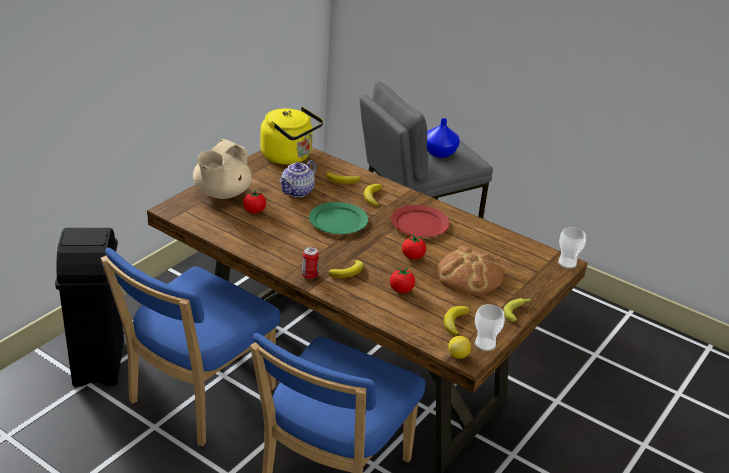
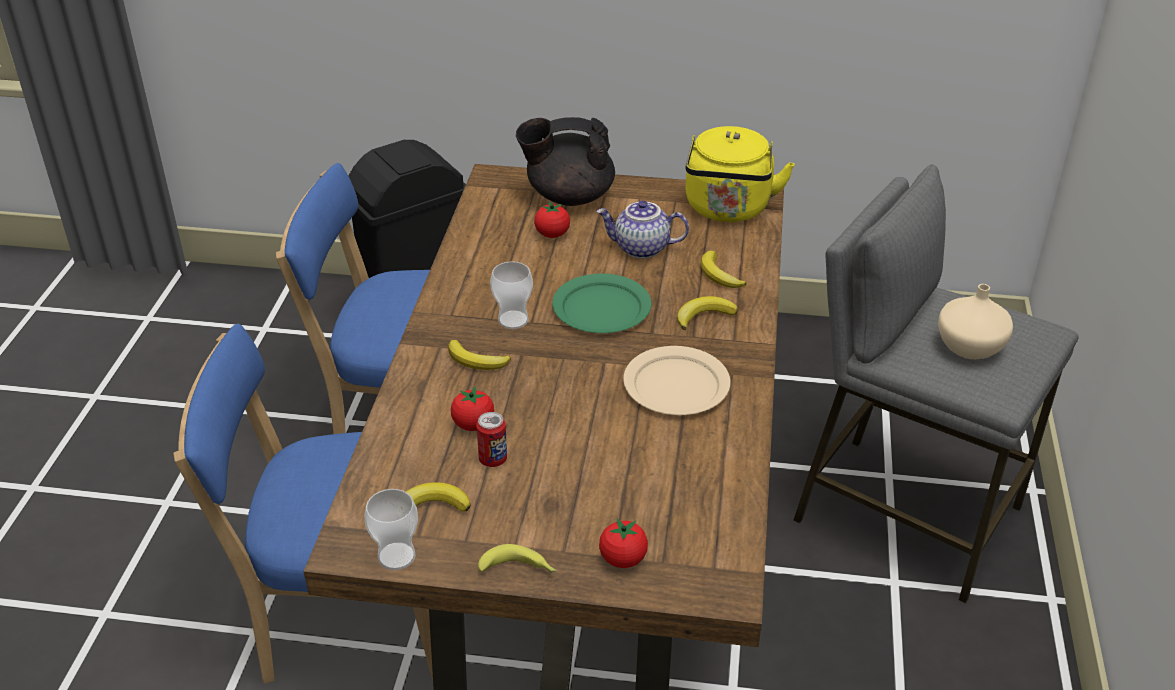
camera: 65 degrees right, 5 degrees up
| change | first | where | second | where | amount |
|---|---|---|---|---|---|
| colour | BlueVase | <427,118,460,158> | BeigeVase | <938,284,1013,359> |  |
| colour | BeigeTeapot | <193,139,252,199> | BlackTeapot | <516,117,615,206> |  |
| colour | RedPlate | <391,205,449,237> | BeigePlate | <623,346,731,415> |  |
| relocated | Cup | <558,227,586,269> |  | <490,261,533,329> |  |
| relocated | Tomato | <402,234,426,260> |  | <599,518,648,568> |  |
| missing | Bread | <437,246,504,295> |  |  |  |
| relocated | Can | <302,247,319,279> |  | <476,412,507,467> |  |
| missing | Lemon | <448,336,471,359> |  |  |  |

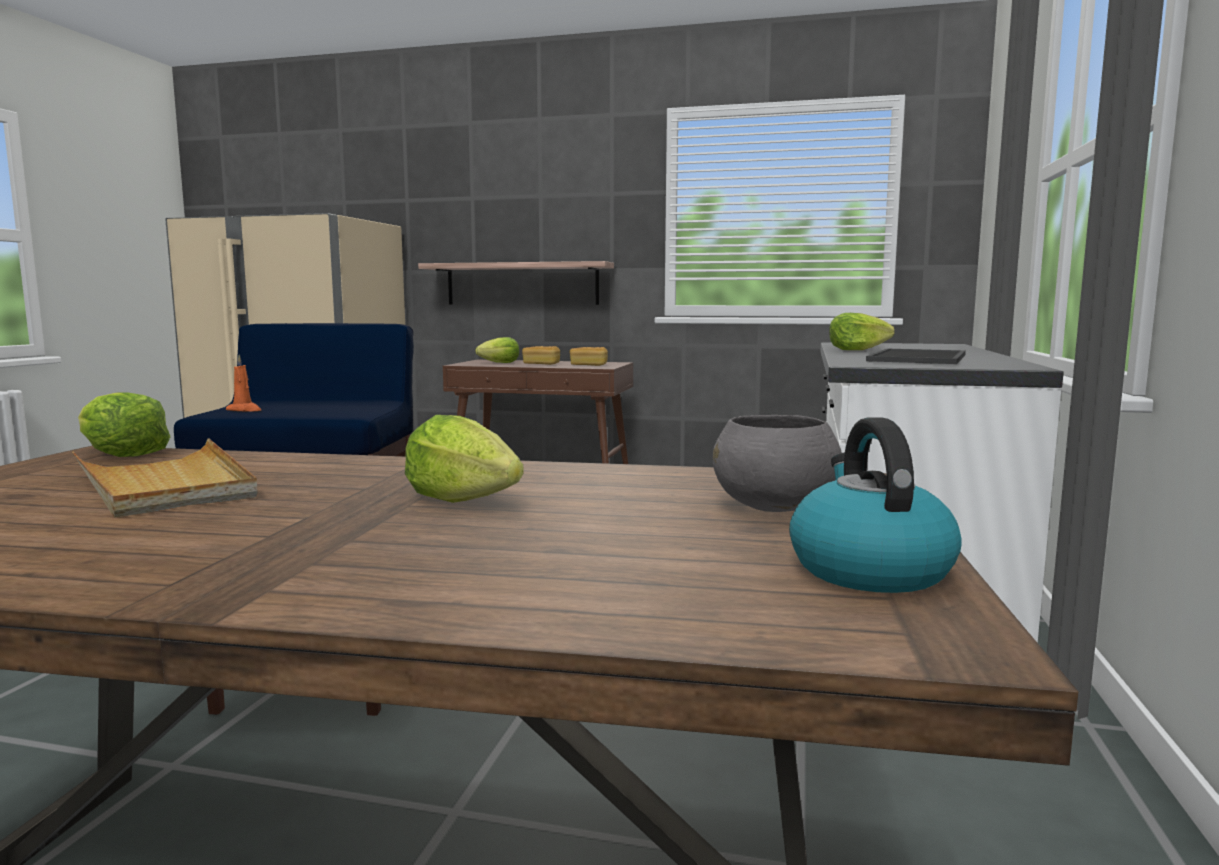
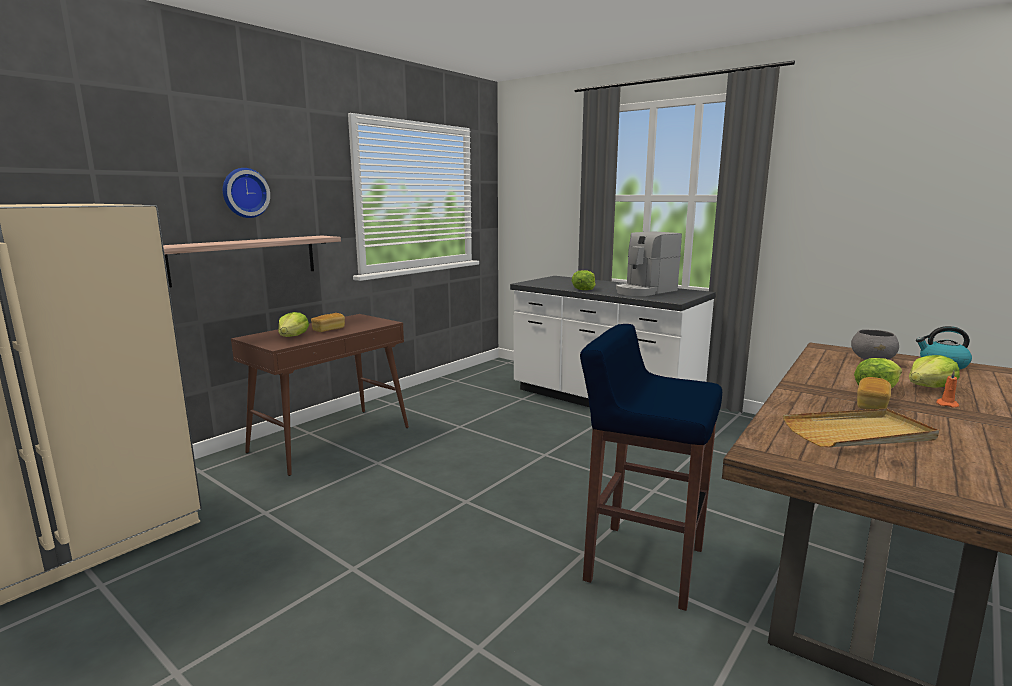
camera: 65 degrees left, 5 degrees up
| change | first | where | second | where | amount |
|---|---|---|---|---|---|
| relocated | Bread | <570,347,608,366> |  | <857,377,891,410> |  |
| exchanged | Tray | <866,349,966,364> | CoffeeMachine | <616,231,682,296> |  |
| relocated | OrangeCandle | <226,354,261,412> |  | <936,371,959,408> |  |
| relocated | Lettuce | <78,392,170,457> |  | <909,355,960,388> |  |
| appeared |  |  | WallClock | <223,168,270,218> |  |

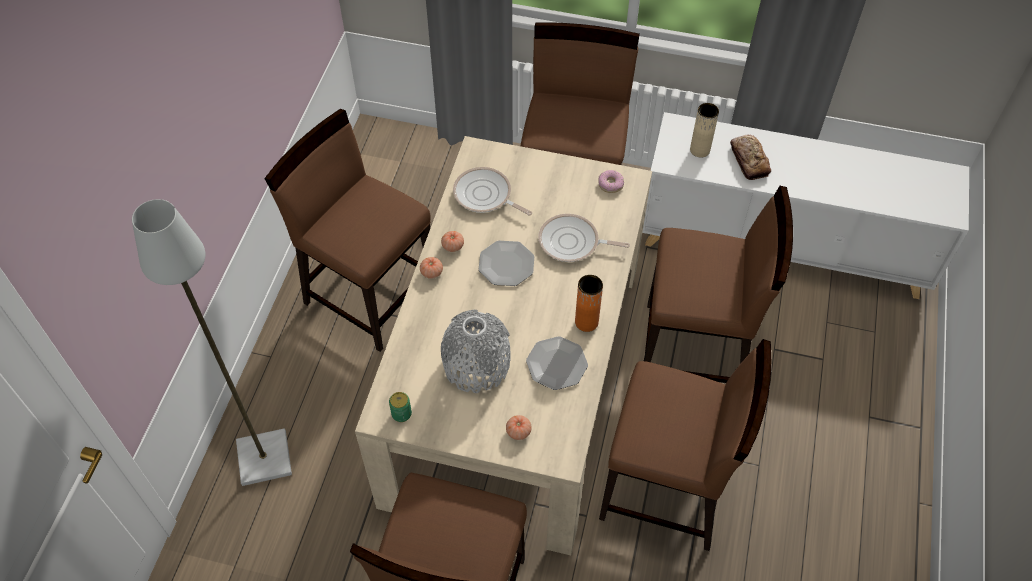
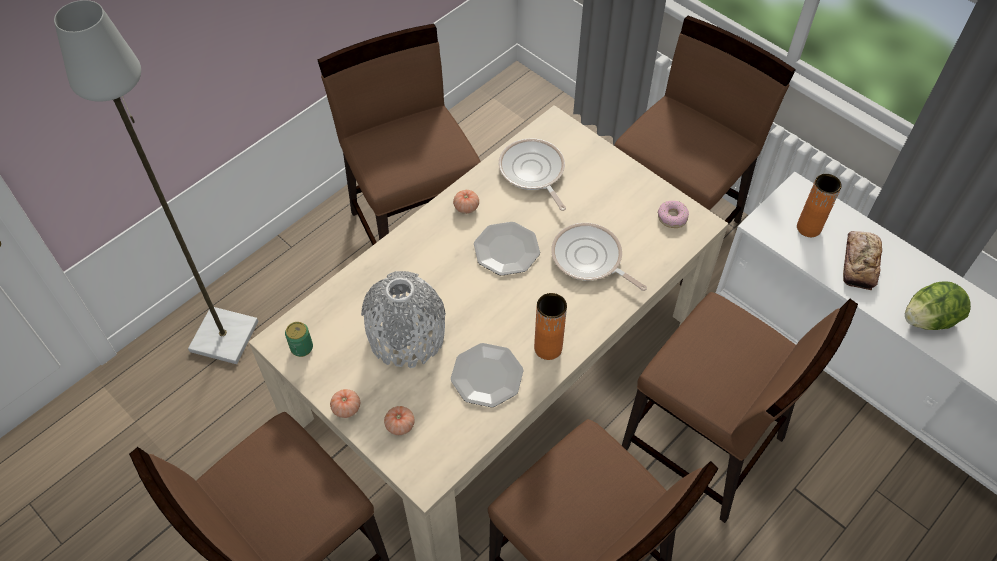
camera: 30 degrees right, 0 degrees up
| change | first | where | second | where | amount |
|---|---|---|---|---|---|
| colour | BeigeVase | <690,103,719,158> | OrangeVase | <797,174,842,237> |  |
| relocated | Tomato | <420,257,443,279> |  | <330,389,360,418> |  |
| appeared |  |  | Lettuce | <905,281,971,330> |  |

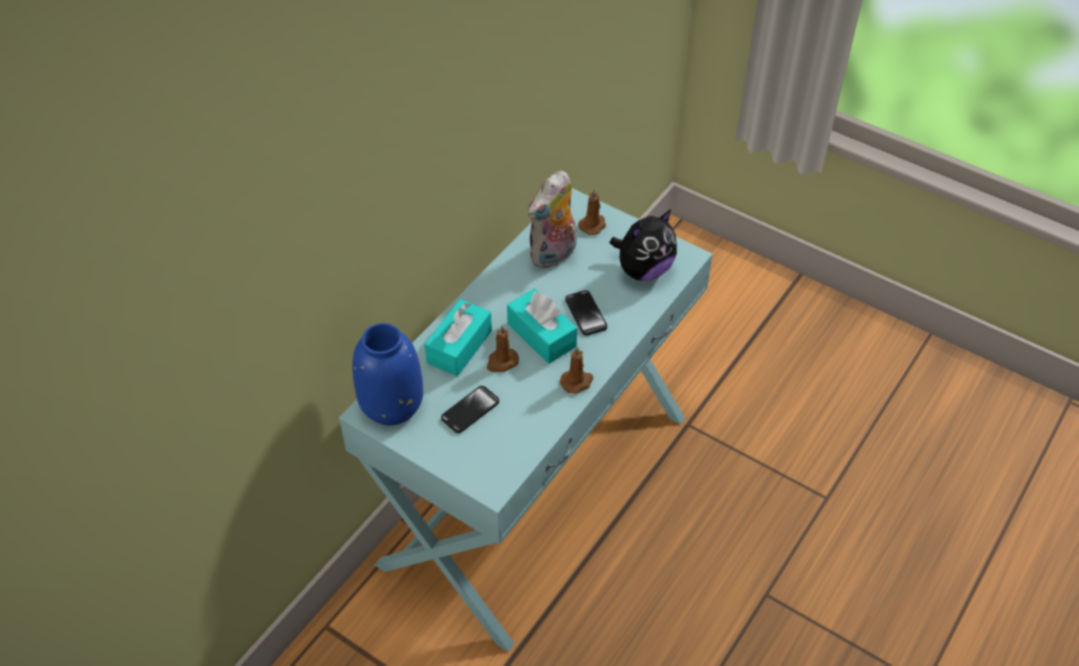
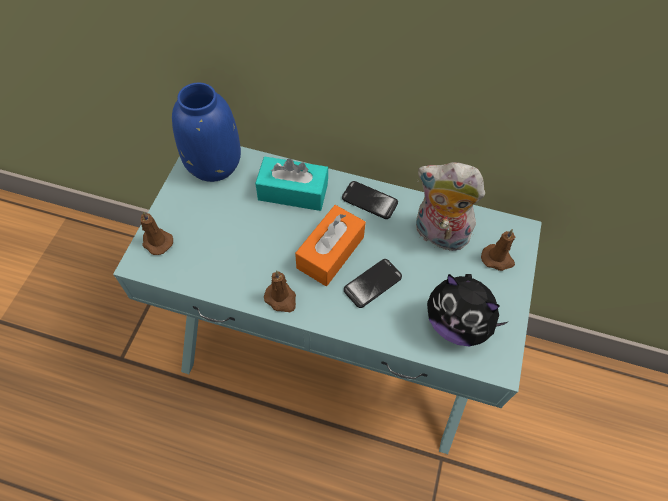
camera: 70 degrees right, 10 degrees up
| change | first | where | second | where | amount |
|---|---|---|---|---|---|
| colour | TurquoiseTissueBox | <507,288,577,364> | OrangeTissueBox | <295,205,366,286> |  |
| relocated | BrownCandle | <487,325,519,372> |  | <141,211,173,255> |  |
| relocated | Phone | <441,386,499,433> |  | <342,181,398,219> |  |

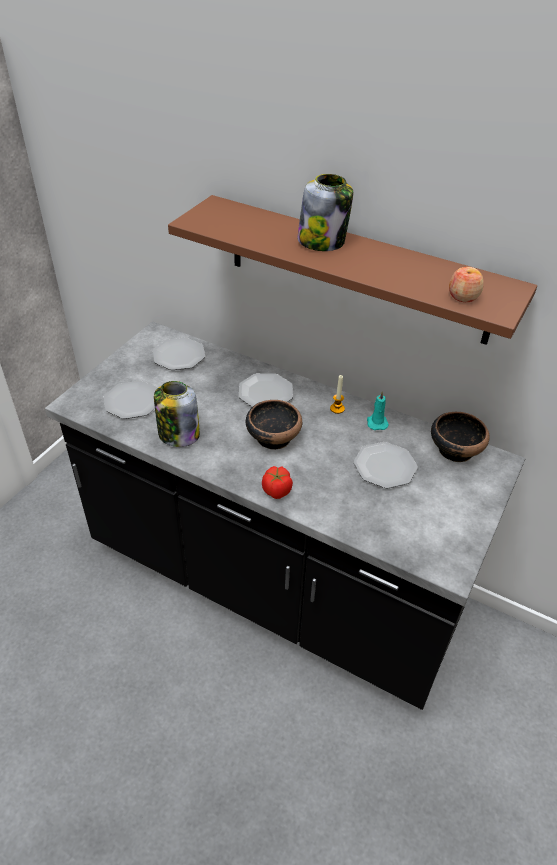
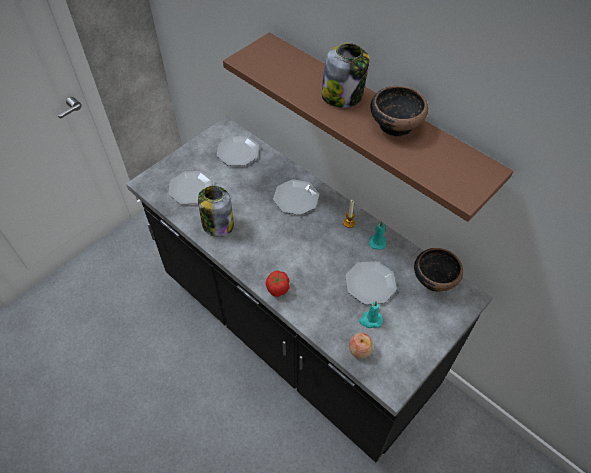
camera: 15 degrees right, 10 degrees up
| change | first | where | second | where | amount |
|---|---|---|---|---|---|
| relocated | Apple | <449,267,484,302> |  | <349,333,374,359> |  |
| relocated | Bowl | <246,400,302,450> |  | <370,86,428,137> |  |
| appeared |  |  | TurquoiseCandle | <359,301,383,328> |  |

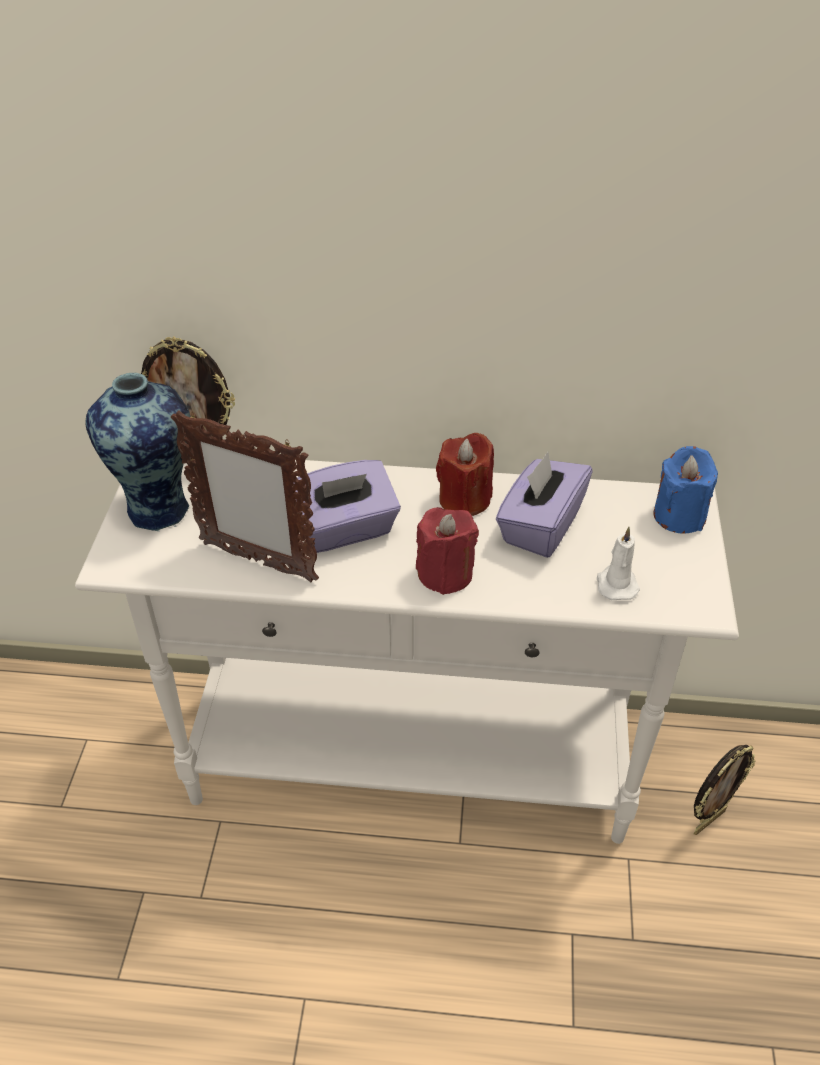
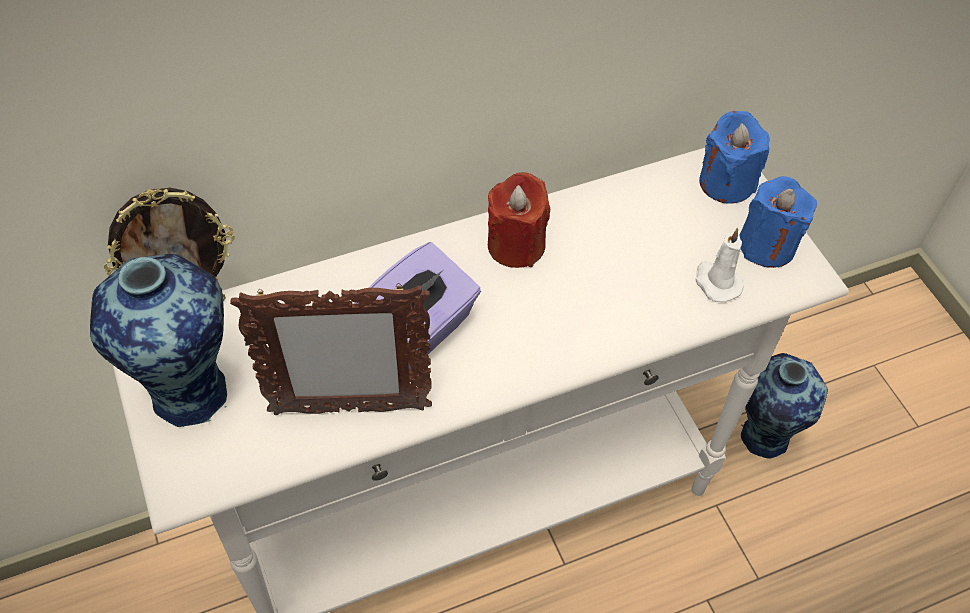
camera: 30 degrees left, 10 degrees up
| change | first | where | second | where | amount |
|---|---|---|---|---|---|
| missing | PurpleTissueBox | <496,452,593,558> |  |  |  |
| missing | RedCandle | <416,507,479,595> |  |  |  |
| exchanged | PictureFrame | <694,745,756,835> | Vase | <741,353,828,459> |  |
| appeared |  |  | BlueCandle | <739,176,817,268> |  |

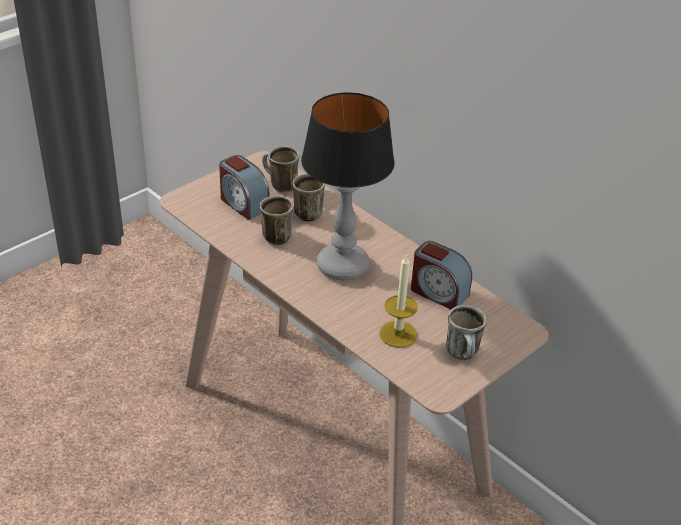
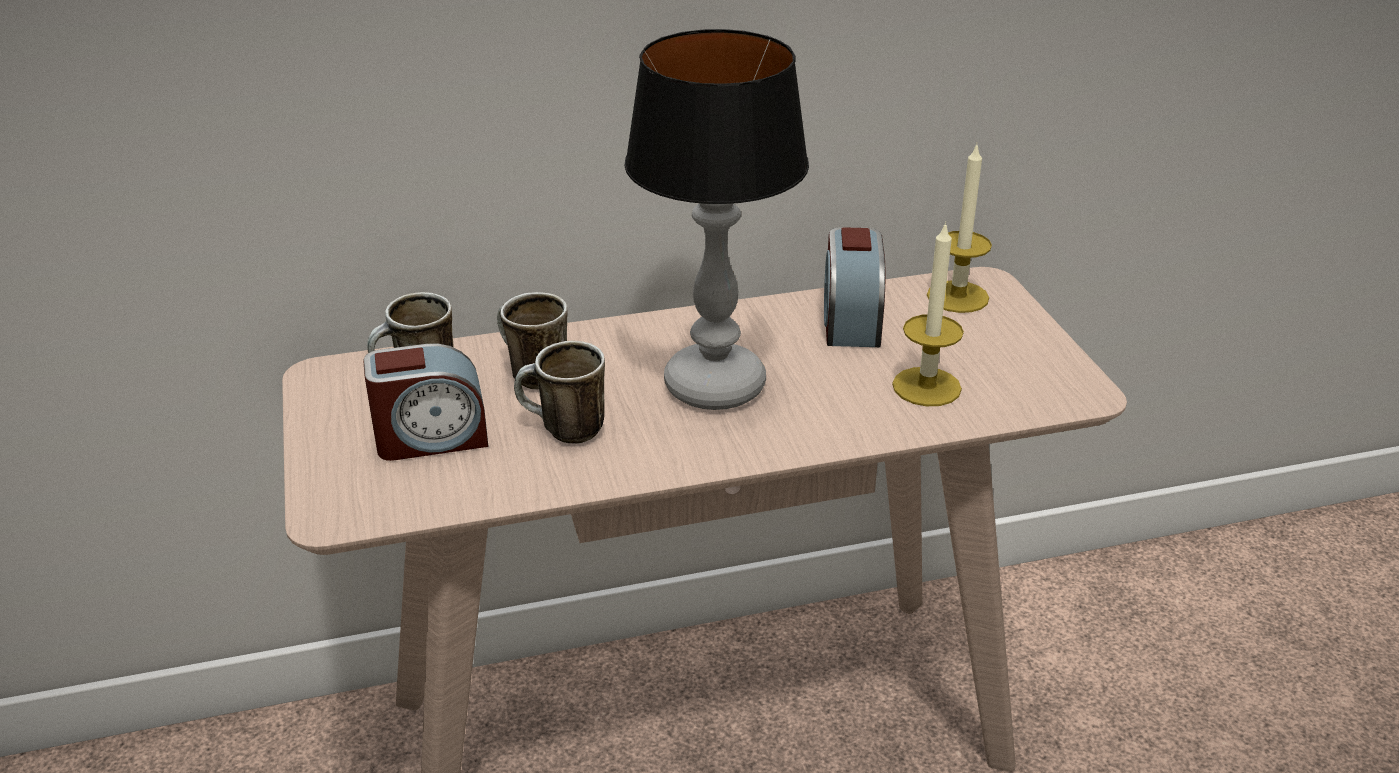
camera: 60 degrees left, 5 degrees down
| change | first | where | second | where | amount |
|---|---|---|---|---|---|
| spun | AlarmClock | <411,241,472,309> |  | <824,227,885,347> | 120 degrees clockwise |
| missing | Mug | <446,305,487,360> |  |  |  |
| appeared |  |  | Candle | <927,143,992,313> |  |

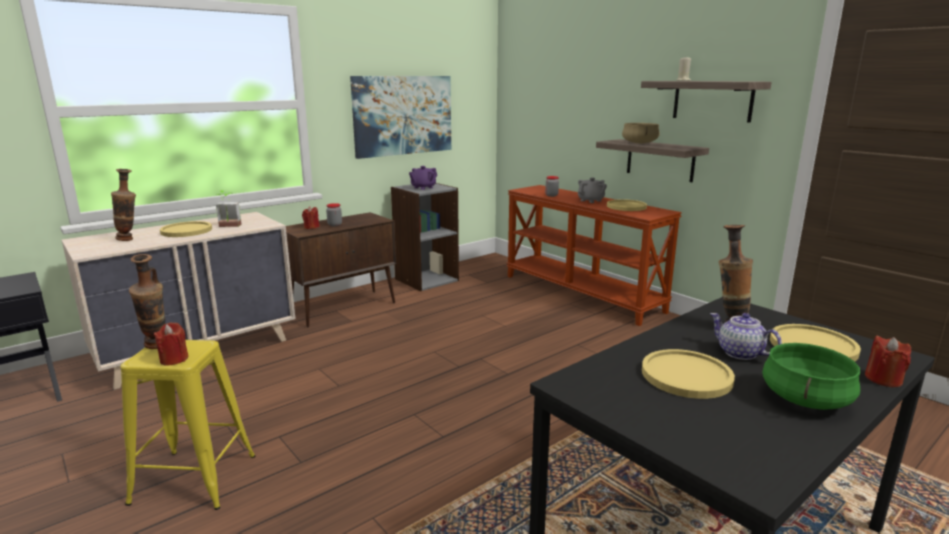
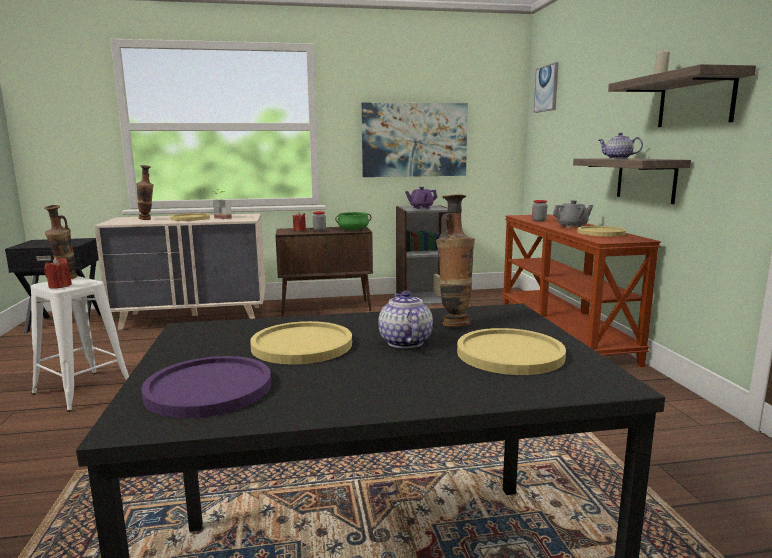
camera: 30 degrees right, 5 degrees down
| change | first | where | second | where | amount |
|---|---|---|---|---|---|
| exchanged | BeigeCookingPot | <622,123,660,143> | Teapot | <598,133,643,159> |  |
| missing | RedCandle | <865,335,911,387> |  |  |  |
| colour | YellowStool | <121,340,256,510> | WhiteStool | <31,276,129,412> |  |
| relocated | GreenCookingPot | <762,343,860,410> |  | <335,212,372,230> |  |
| appeared |  |  | Picture | <534,62,559,113> |  |
| appeared |  |  | PurplePlate | <141,356,271,418> |  |

